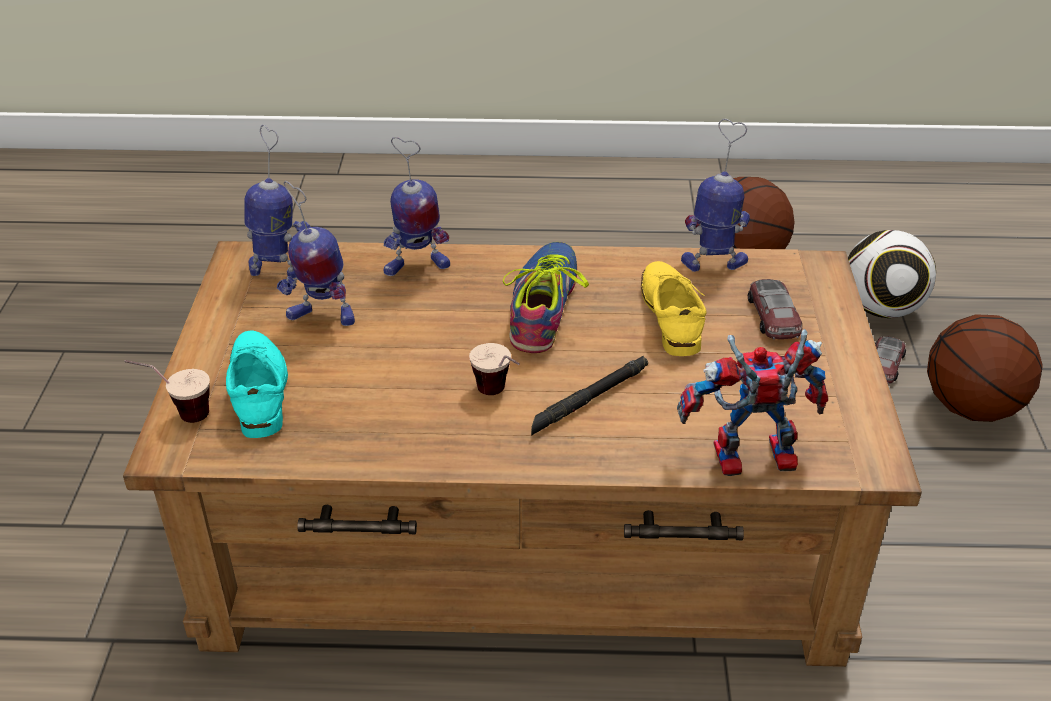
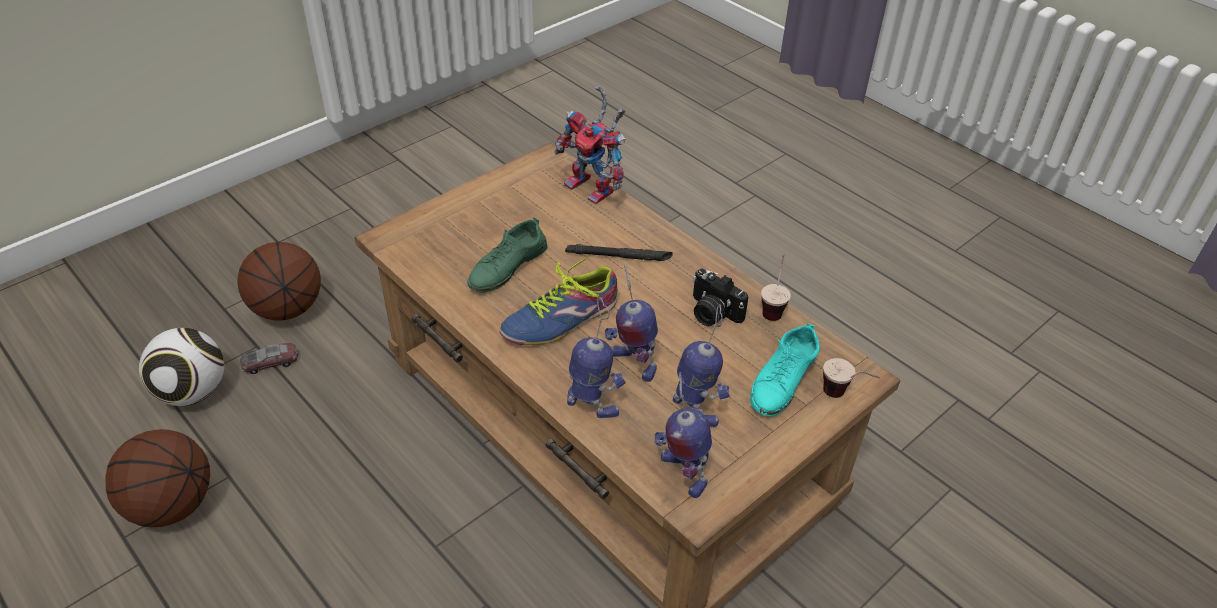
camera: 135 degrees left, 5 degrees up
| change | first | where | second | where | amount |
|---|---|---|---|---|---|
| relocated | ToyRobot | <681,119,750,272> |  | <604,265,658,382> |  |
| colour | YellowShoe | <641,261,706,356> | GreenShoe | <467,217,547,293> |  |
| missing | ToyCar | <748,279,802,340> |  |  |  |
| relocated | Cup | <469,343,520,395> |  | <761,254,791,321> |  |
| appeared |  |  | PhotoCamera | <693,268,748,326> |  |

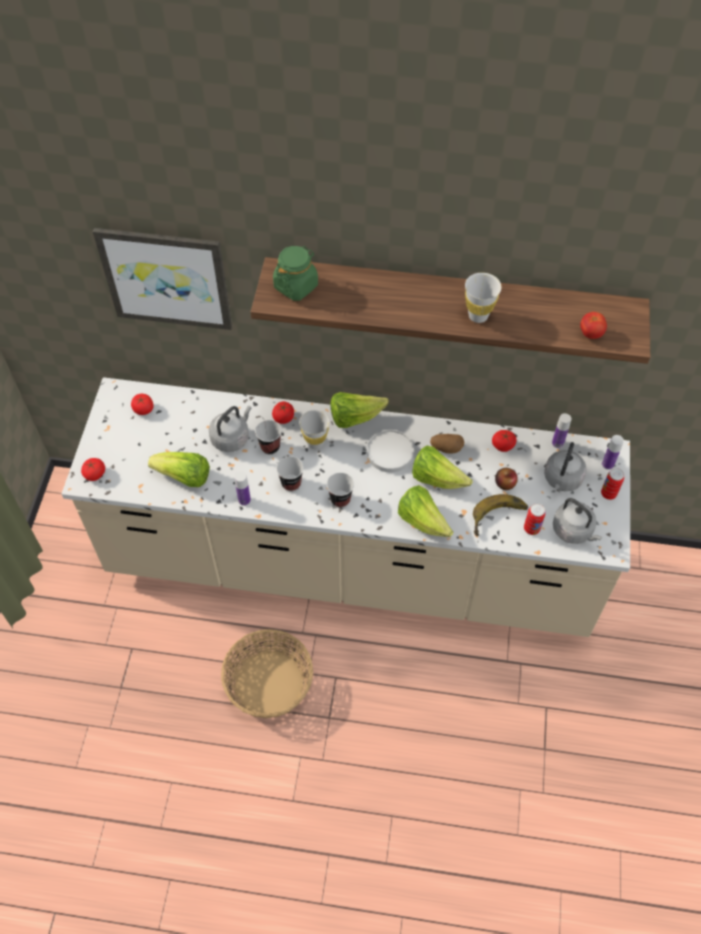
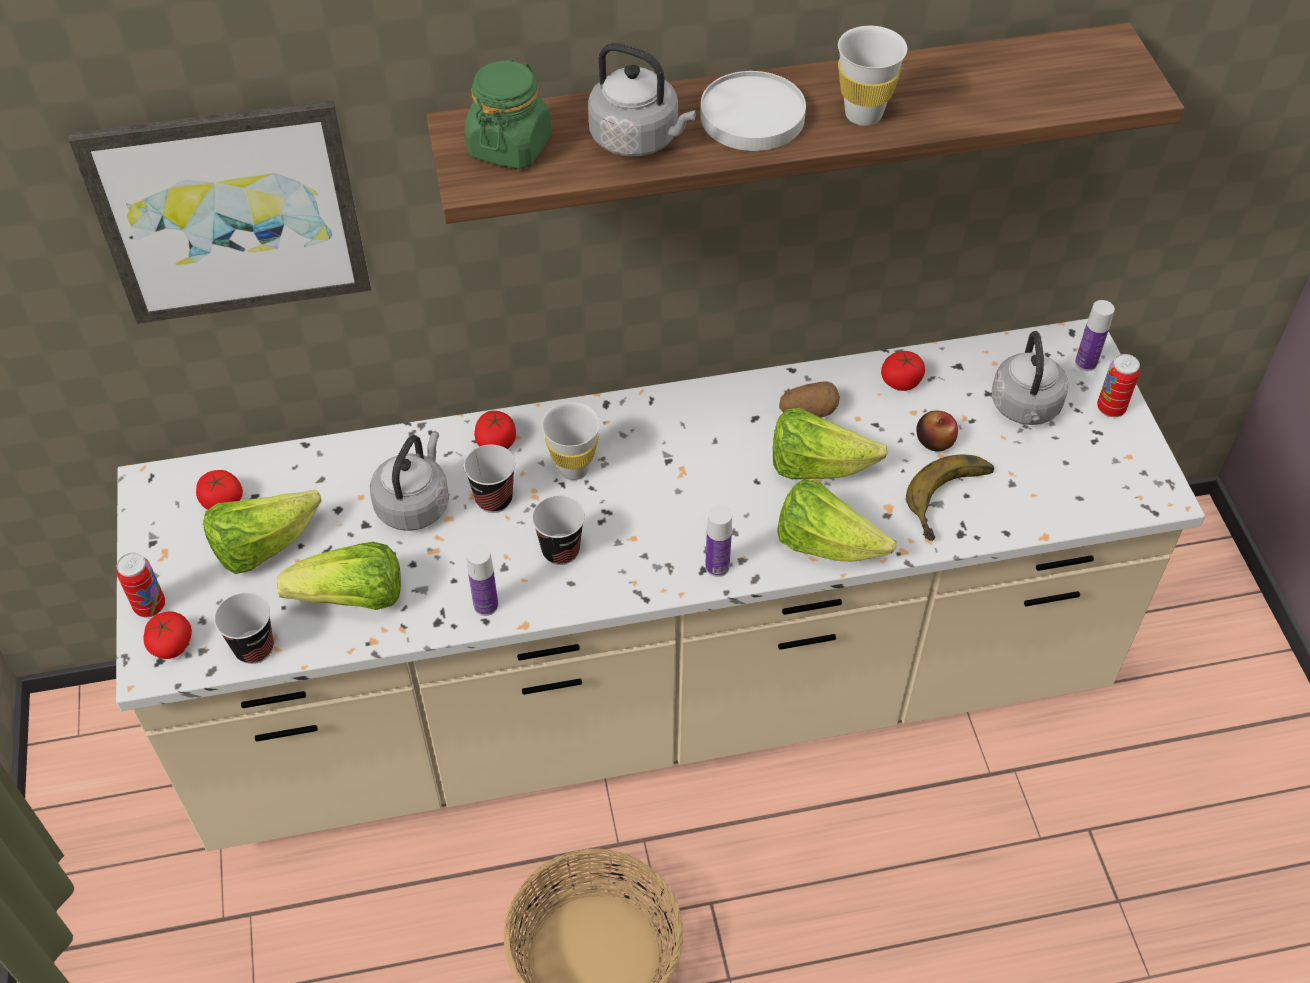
camera: 20 degrees left, 5 degrees down
| change | first | where | second | where | amount |
|---|---|---|---|---|---|
| missing | Tomato | <580,312,607,339> |  |  |  |
| relocated | Lettuce | <330,392,389,428> |  | <203,490,321,574> |  |
| relocated | Bottle | <552,413,572,448> |  | <705,505,732,577> |  |
| relocated | WhitePlate | <367,430,414,472> |  | <700,71,806,151> |  |
| relocated | Cup | <327,472,354,508> |  | <214,592,274,664> |  |
| relocated | GreyKettle | <553,498,602,544> |  | <588,43,696,157> |  |
| relocated | Can | <524,503,546,535> |  | <116,552,165,617> |  |

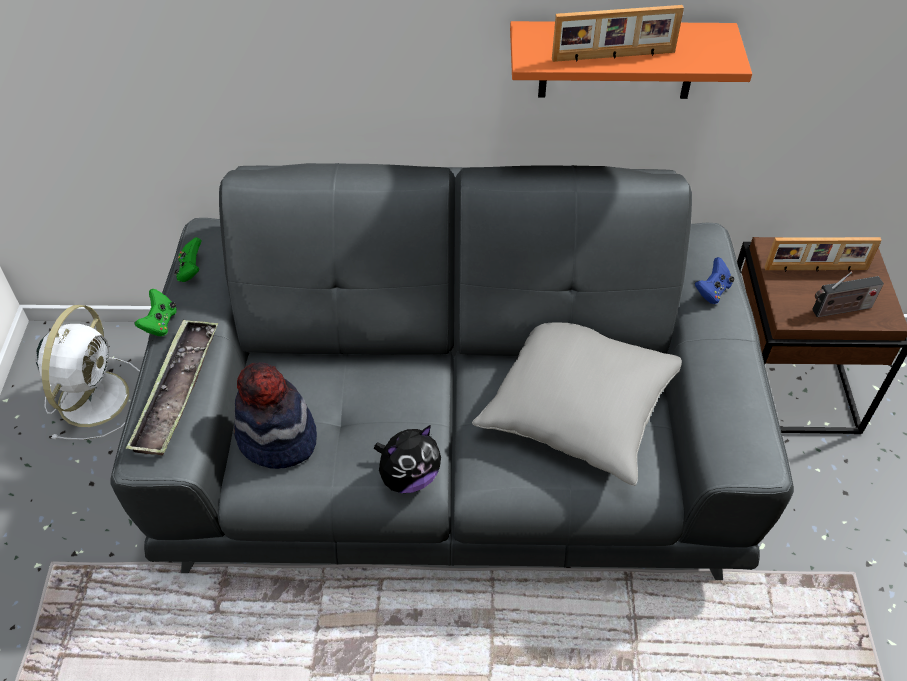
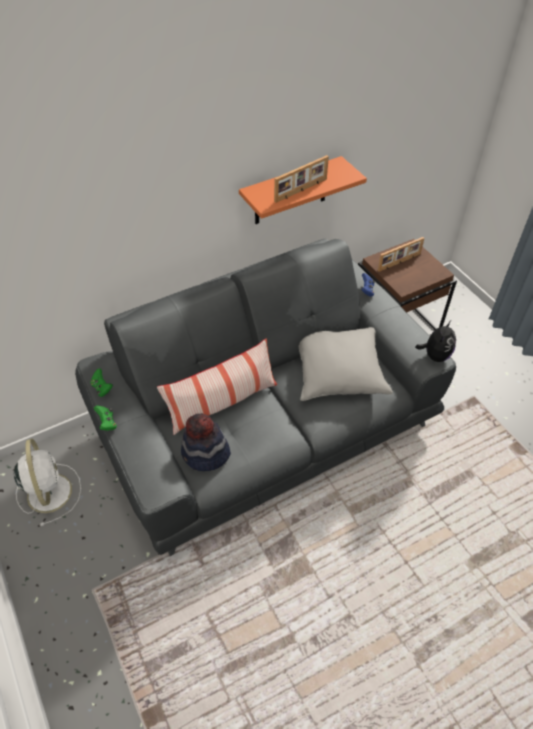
camera: 30 degrees left, 0 degrees up
| change | first | where | second | where | amount |
|---|---|---|---|---|---|
| missing | Radio | <812,272,884,317> |  |  |  |
| missing | Tray | <126,319,218,456> |  |  |  |
| relocated | PlushToy | <374,425,441,493> |  | <415,321,456,362> |  |
| appeared |  |  | Pillow | <157,339,277,435> |  |

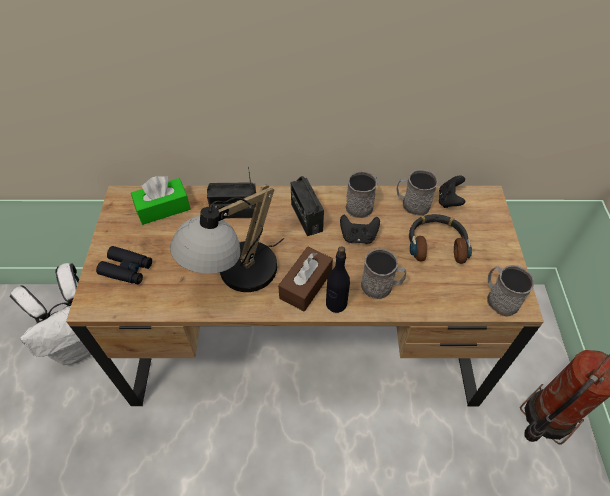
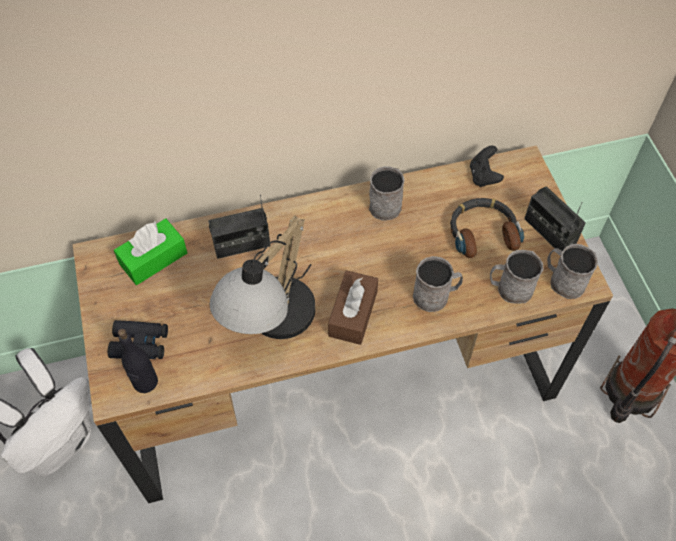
camera: 15 degrees left, 5 degrees up
| change | first | where | second | where | amount |
|---|---|---|---|---|---|
| relocated | GreyMug | <396,169,438,216> |  | <490,250,543,303> |  |
| relocated | Radio | <291,176,324,236> |  | <524,186,586,251> |  |
| missing | BlackGameController | <340,215,380,244> |  |  |  |
| relocated | BlackBottle | <326,246,350,313> |  | <118,329,158,393> |  |

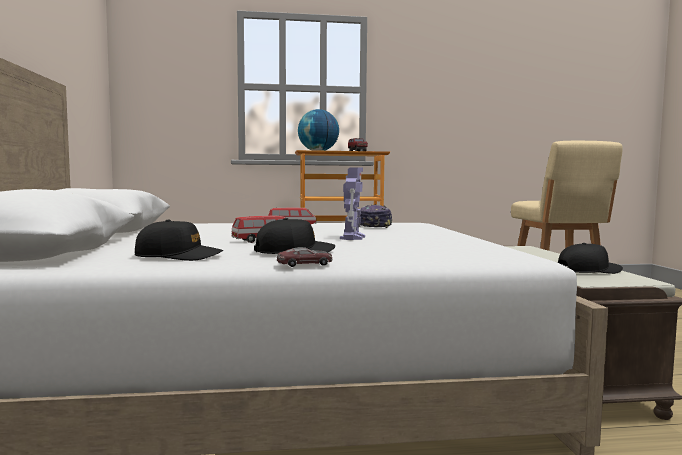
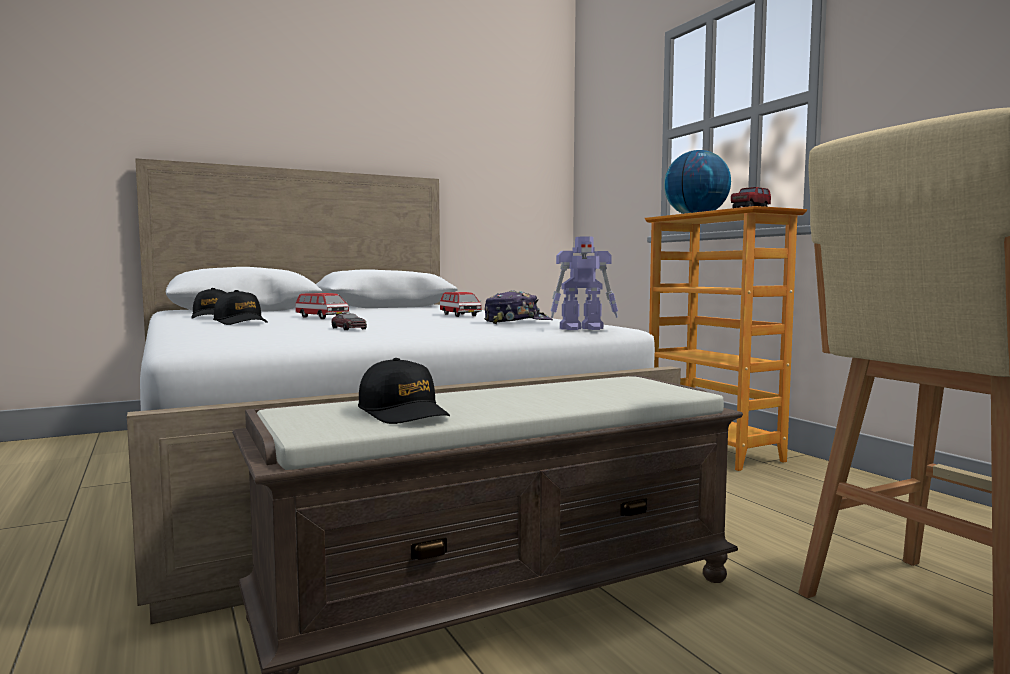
camera: 70 degrees right, 0 degrees up
| change | first | where | second | where | amount |
|---|---|---|---|---|---|
| relocated | ToyRobot | <340,167,365,240> |  | <550,236,618,330> |  |
| relocated | ToyCar | <277,247,332,267> |  | <331,313,367,330> |  |

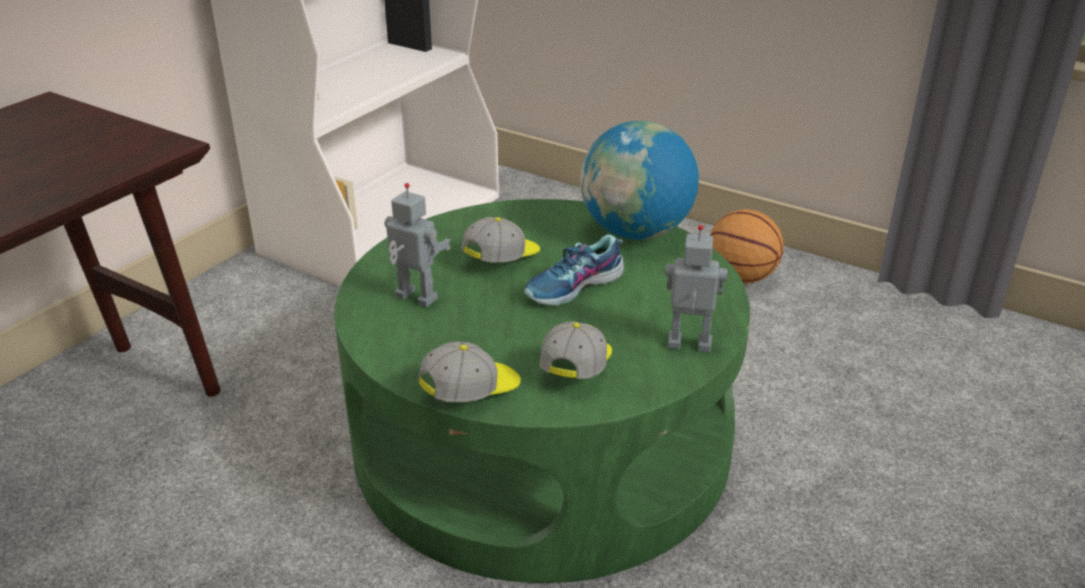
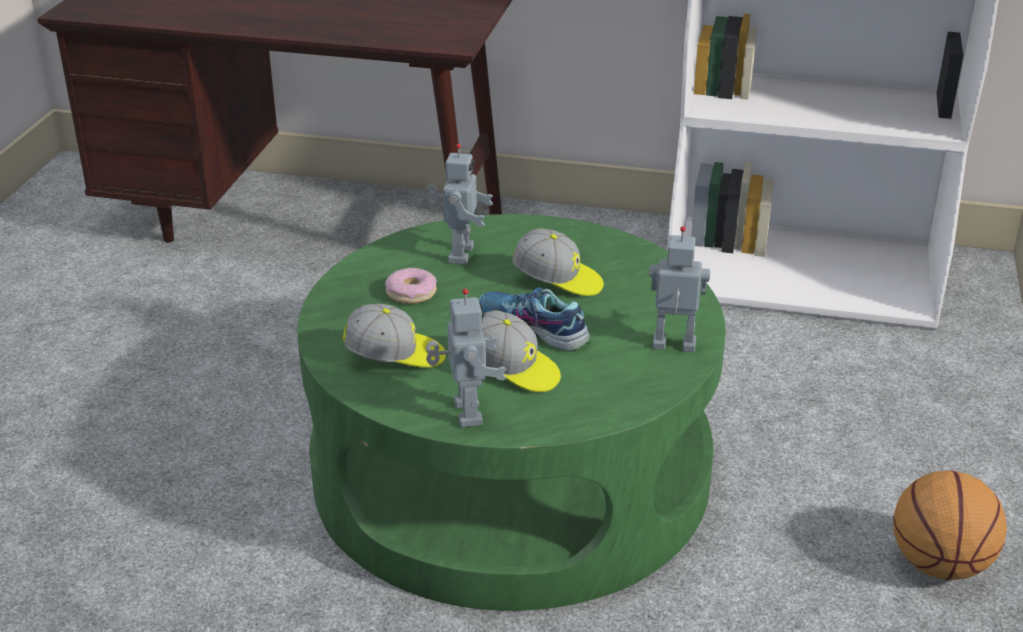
camera: 70 degrees right, 0 degrees up
| change | first | where | second | where | amount |
|---|---|---|---|---|---|
| exchanged | Globe | <580,121,699,240> | ToyRobot | <649,226,710,352> |  |
| relocated | Cap | <417,341,521,402> |  | <482,310,561,392> |  |
| appeared |  |  | Donut | <385,268,437,304> |  |

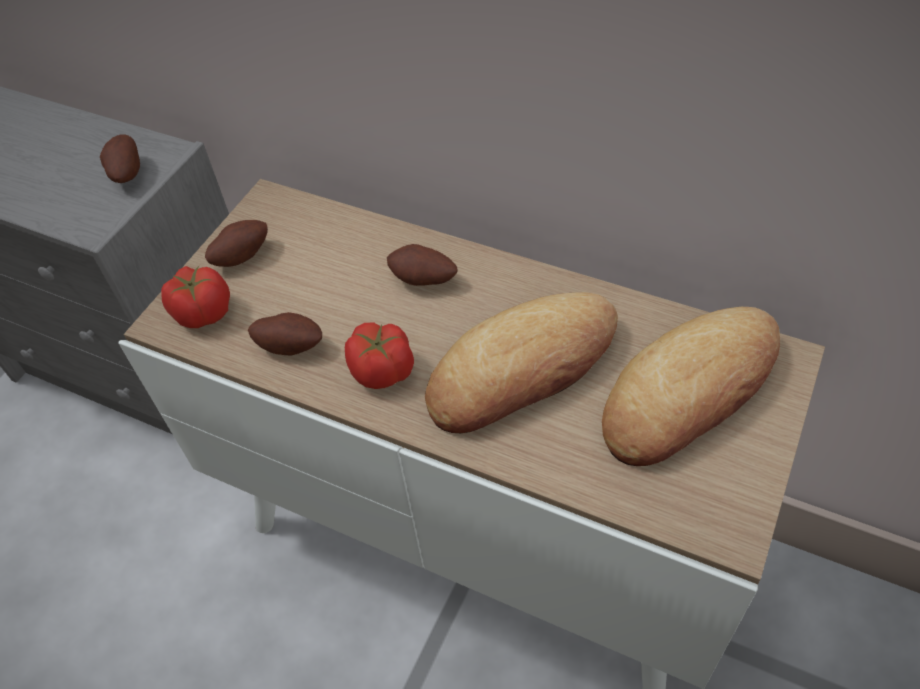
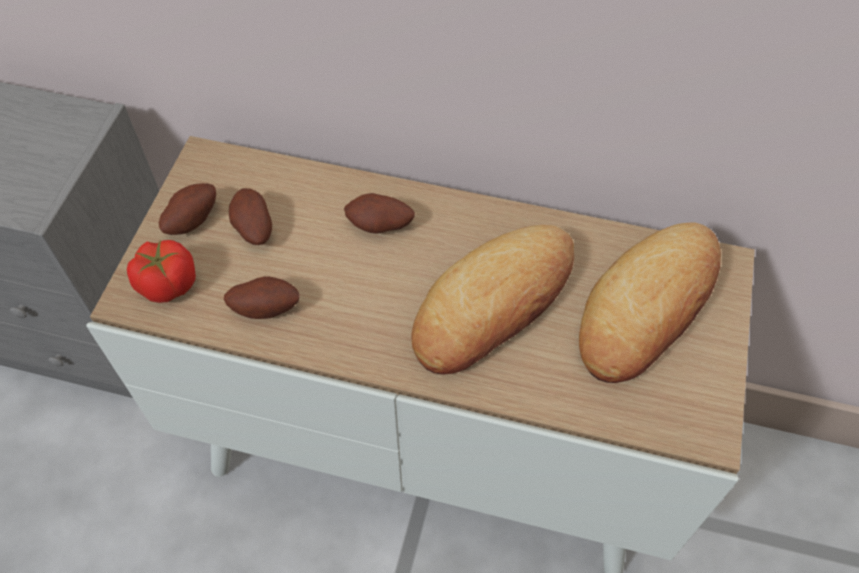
camera: 15 degrees left, 5 degrees up
| change | first | where | second | where | amount |
|---|---|---|---|---|---|
| relocated | Potato | <100,134,140,183> |  | <229,188,272,245> |  |
| missing | Tomato | <345,322,414,389> |  |  |  |

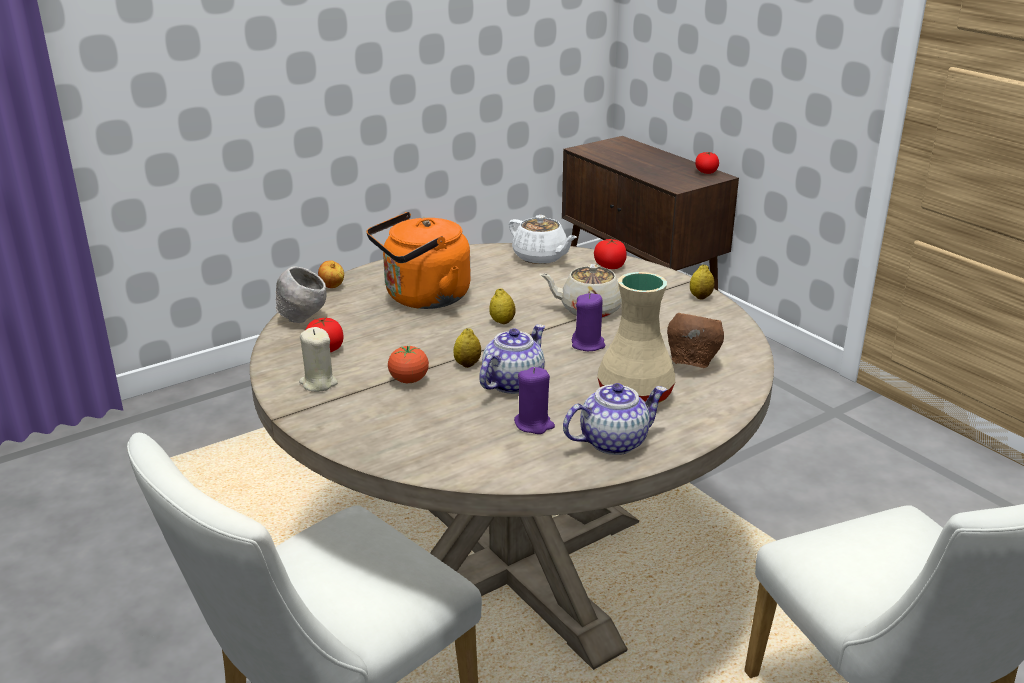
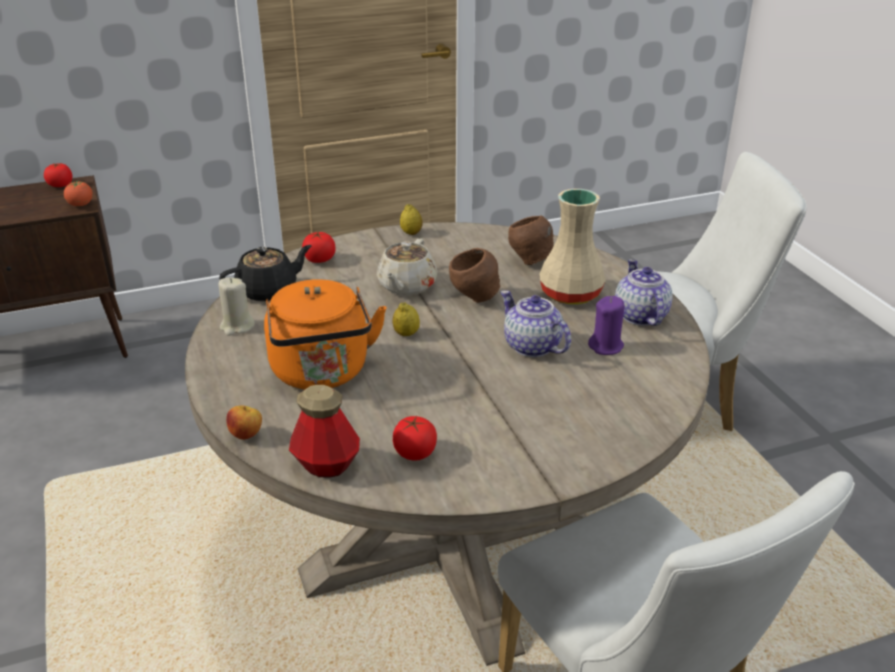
camera: 75 degrees left, 5 degrees up
| change | first | where | second | where | amount |
|---|---|---|---|---|---|
| colour | WhiteTeapot | <509,215,577,264> | BlackTeapot | <219,245,312,301> |  |
| exchanged | GreyBowl | <276,266,327,323> | Bottle | <289,385,360,478> |  |
| exchanged | PurpleCandle | <572,293,606,351> | BrownBowl | <449,248,501,303> |  |
| relocated | BeigeCandle | <299,327,338,392> |  | <219,277,255,336> |  |
| missing | Lemon | <454,328,481,368> |  |  |  |
| relocated | Tomato | <388,345,429,383> |  | <64,180,93,207> |  |

